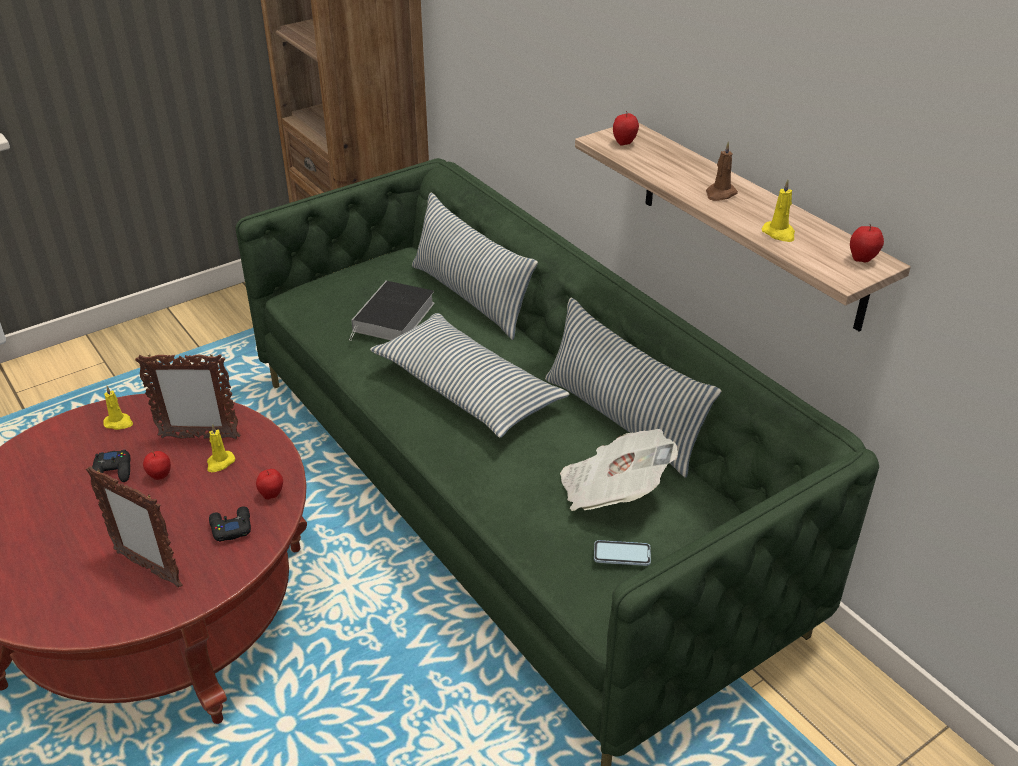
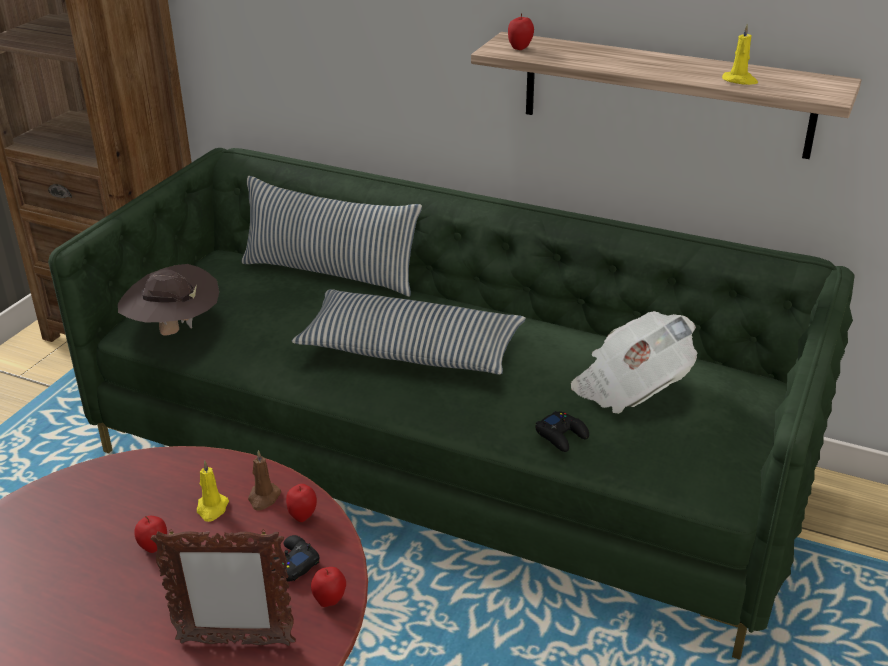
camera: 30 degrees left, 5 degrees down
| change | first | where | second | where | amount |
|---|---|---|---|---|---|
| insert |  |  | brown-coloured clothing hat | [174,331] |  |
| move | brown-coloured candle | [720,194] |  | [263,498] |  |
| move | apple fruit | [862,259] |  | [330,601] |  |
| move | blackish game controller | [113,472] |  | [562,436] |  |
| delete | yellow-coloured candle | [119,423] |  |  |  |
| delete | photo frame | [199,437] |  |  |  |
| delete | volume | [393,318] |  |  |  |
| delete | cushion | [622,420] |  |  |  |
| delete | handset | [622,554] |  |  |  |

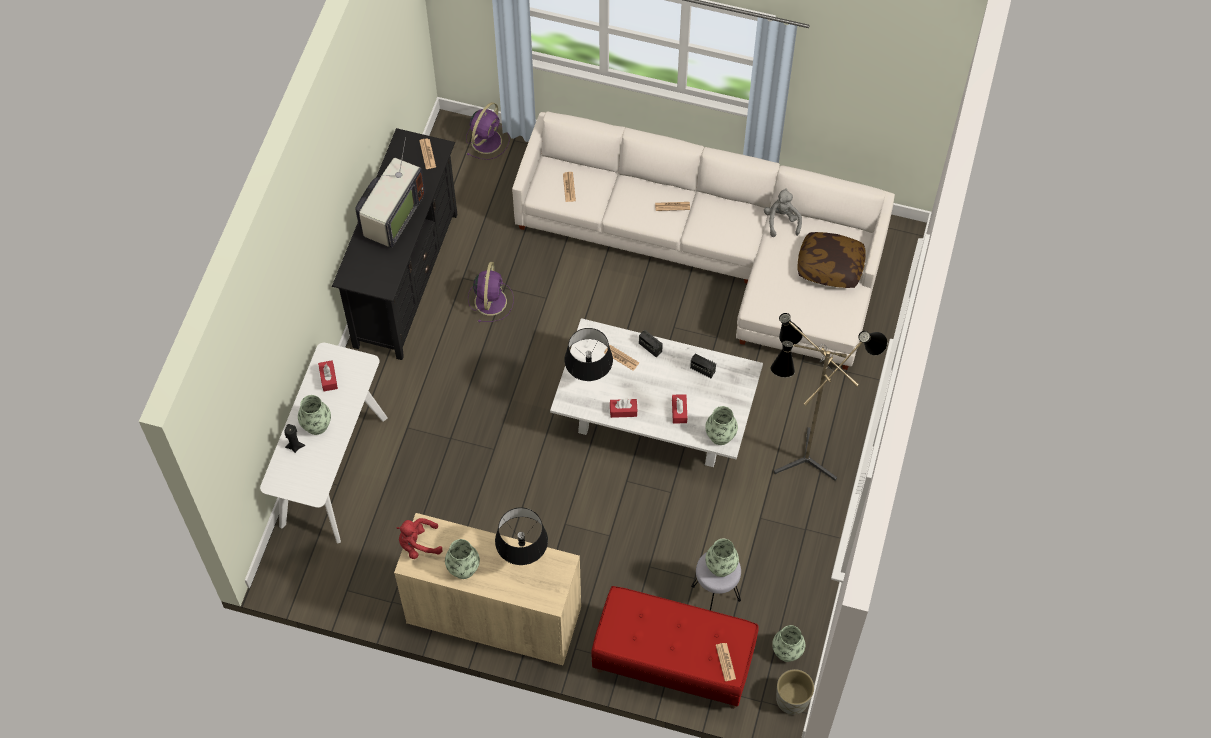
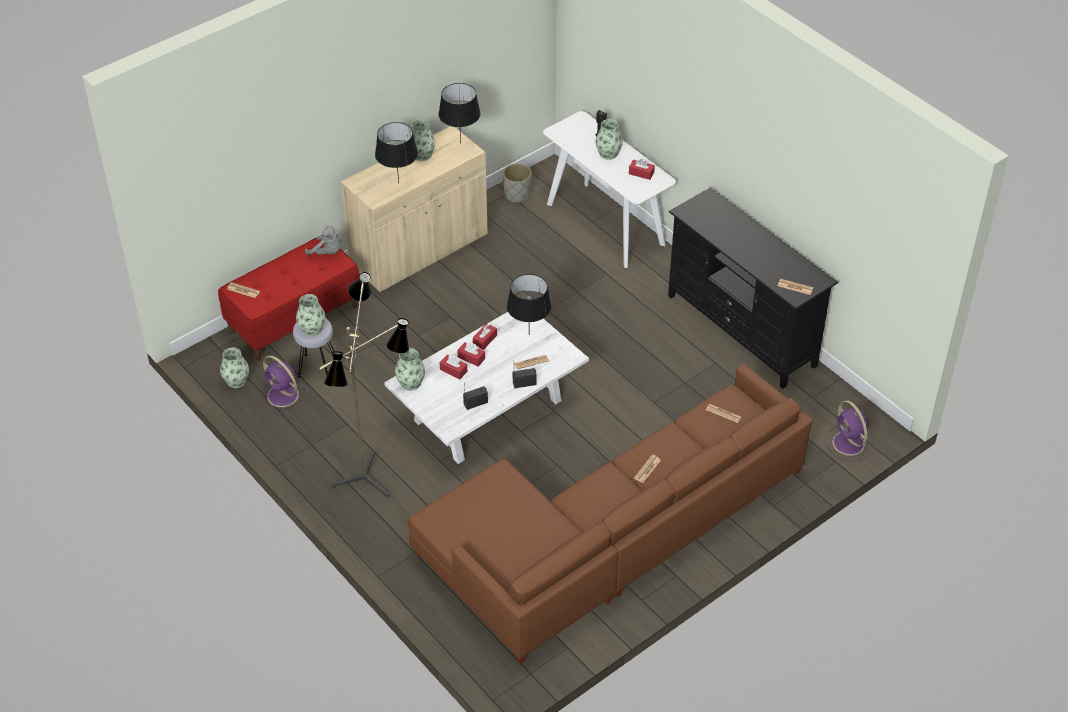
camera: 125 degrees right, 15 degrees down
| change | first | where | second | where | amount |
|---|---|---|---|---|---|
| move | purple-coloured cooling fan | [491,300] |  | [284,396] |  |
| move | grey plush toy | [781,221] |  | [327,252] |  |
| recolor | white-coloured couch | [717,250] | brown-coloured couch | [607,536] |  |
| replace | red-coloured plush toy | [418,544] | blackish lamp for a table | [460,143] |  |
| insert |  |  | red-coloured box of tissues | [471,358] |  |
| move | grey flower pot | [792,699] |  | [517,194] |  |
| delete | television | [391,217] |  |  |  |
| delete | cushion | [830,266] |  |  |  |

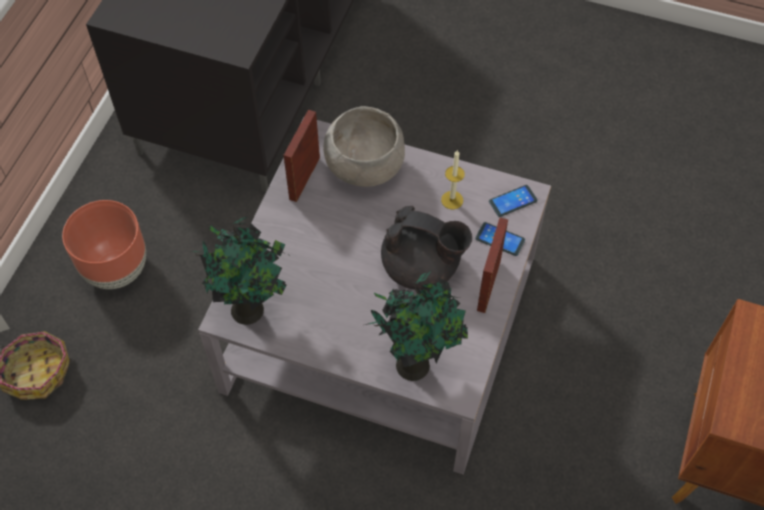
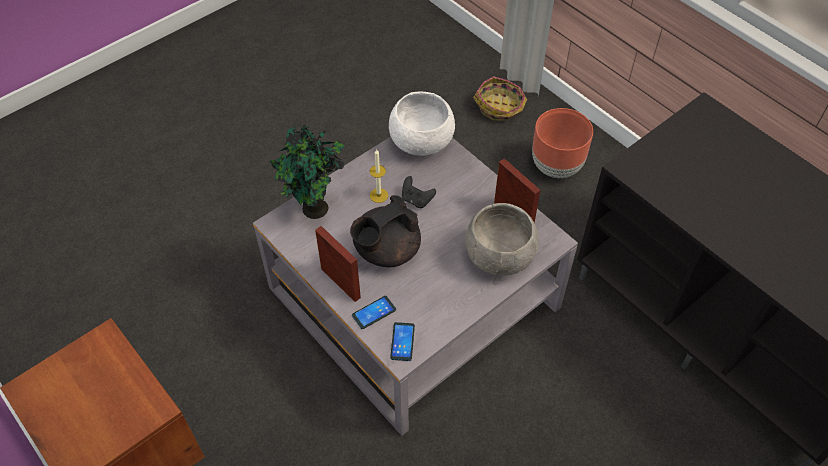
camera: 120 degrees right, 5 degrees down
| change | first | where | second | where | amount |
|---|---|---|---|---|---|
| move | candle | [452,200] |  | [379,195] |  |
| replace | potted plant | [250,309] | white-coloured deep dish | [421,144] |  |
| insert |  |  | blackish game controller | [416,200] |  |

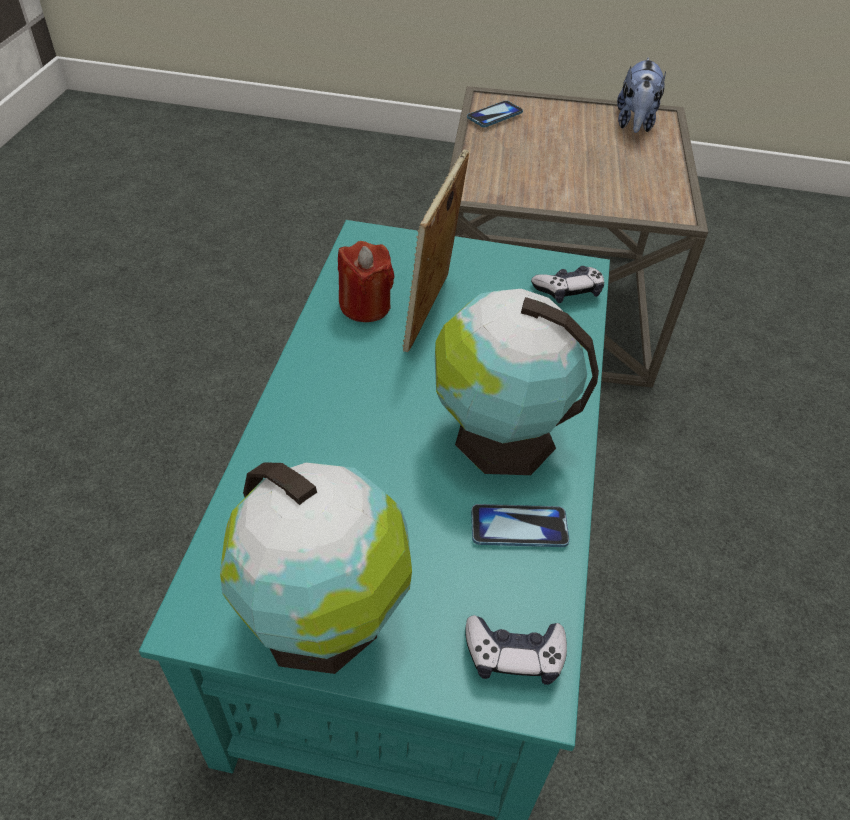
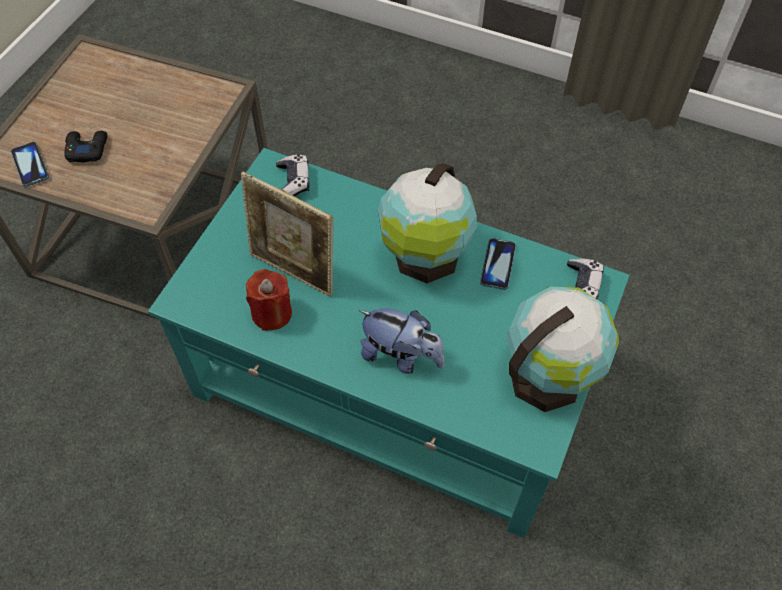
camera: 75 degrees left, 10 degrees up
| change | first | where | second | where | amount |
|---|---|---|---|---|---|
| insert |  |  | blackish game controller | [87,149] |  |
| move | plush toy | [634,124] |  | [401,356] |  |

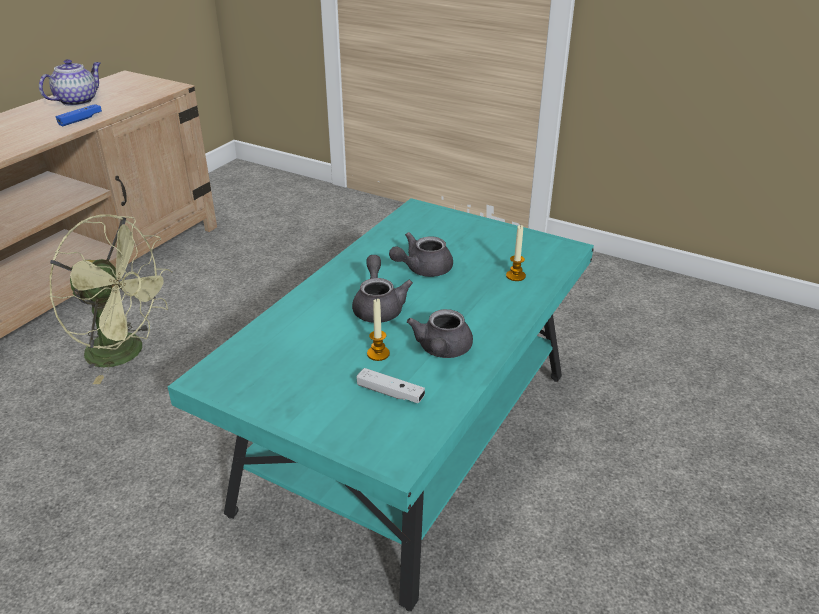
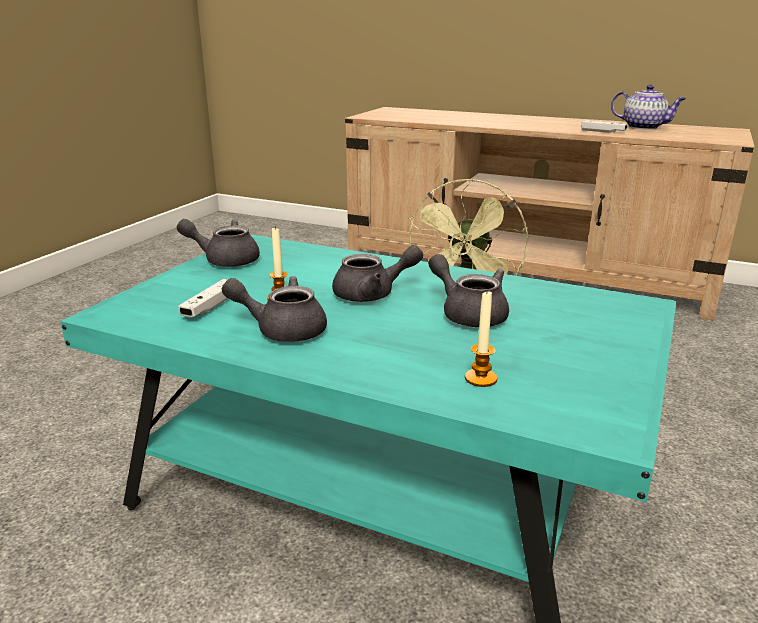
camera: 85 degrees right, 10 degrees down
| change | first | where | second | where | amount |
|---|---|---|---|---|---|
| insert |  |  | grey tea pot | [225,260] |  |
| recolor | bluish game controller | [80,120] | white-coloured game controller | [603,131] |  |

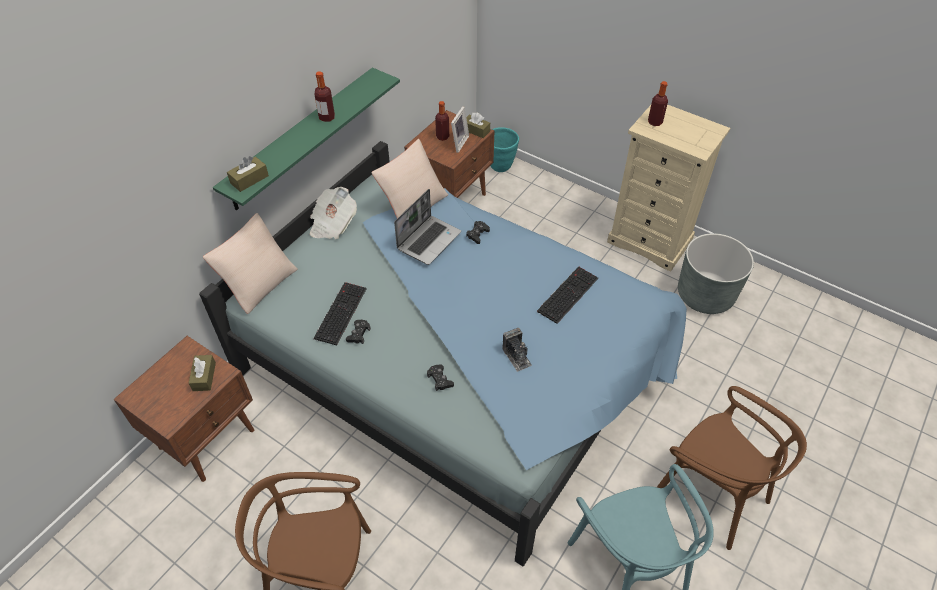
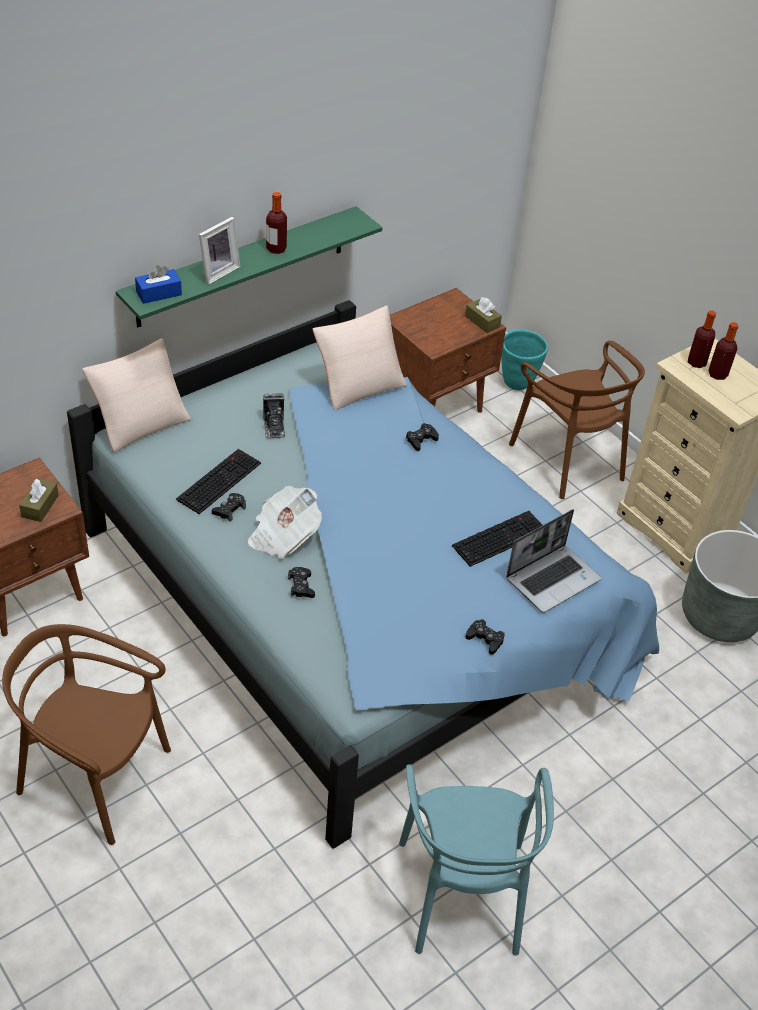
camera: 15 degrees right, 5 degrees down
| change | first | where | second | where | amount |
|---|---|---|---|---|---|
| recolor | brown-coloured box of tissues | [249,179] | bluish box of tissues | [159,293] |  |
| move | photo frame | [457,143] |  | [217,271] |  |
| move | daily paper | [332,224] |  | [283,535] |  |
| move | photo camera | [517,357] |  | [274,426] |  |
| insert |  |  | blackish game controller | [485,639] |  |
| move | notebook computer | [429,240] |  | [553,578] |  |
| move | brown-coloured chair | [711,494] |  | [568,459] |  |
| move | beverage bottle | [442,137] |  | [717,374] |  |

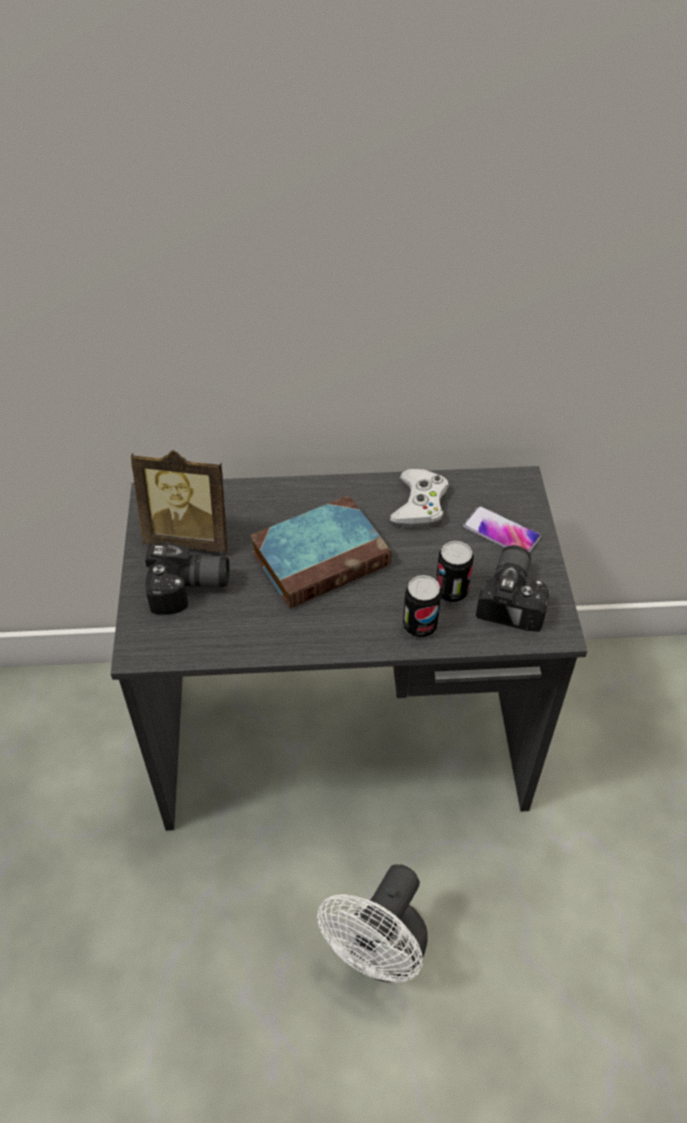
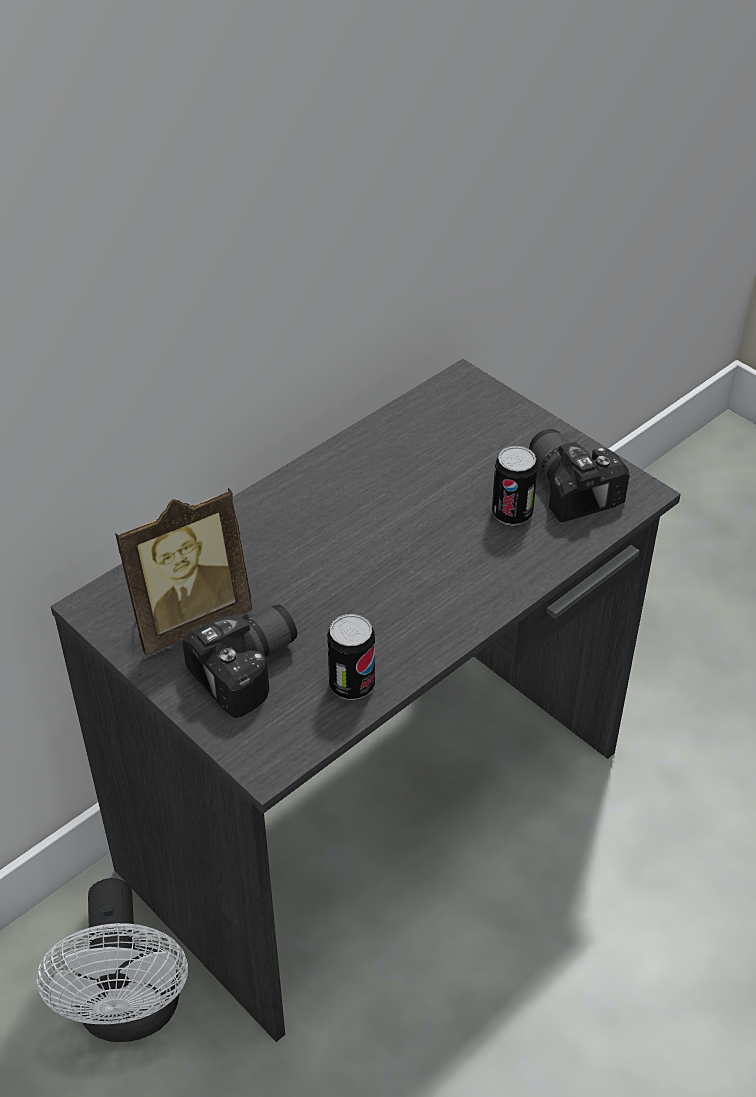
camera: 40 degrees left, 5 degrees down
| change | first | where | second | where | amount |
|---|---|---|---|---|---|
| move | white-coloured cooling fan | [379,954] |  | [130,1013] |  |
| move | can | [420,626] |  | [352,685] |  |
| delete | volume | [322,556] |  |  |  |
| delete | white-coloured game controller | [420,504] |  |  |  |
| delete | handset | [501,532] |  |  |  |

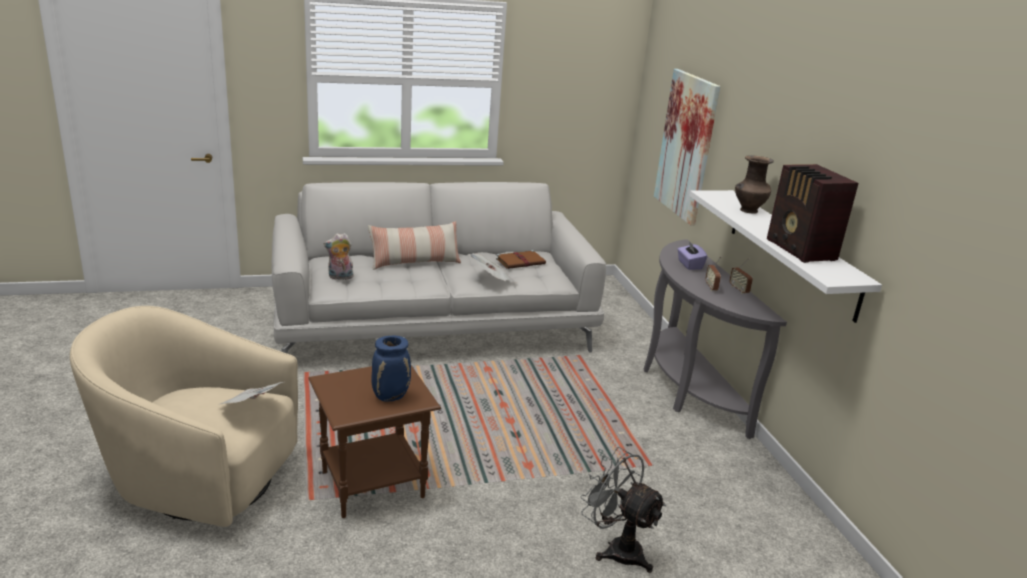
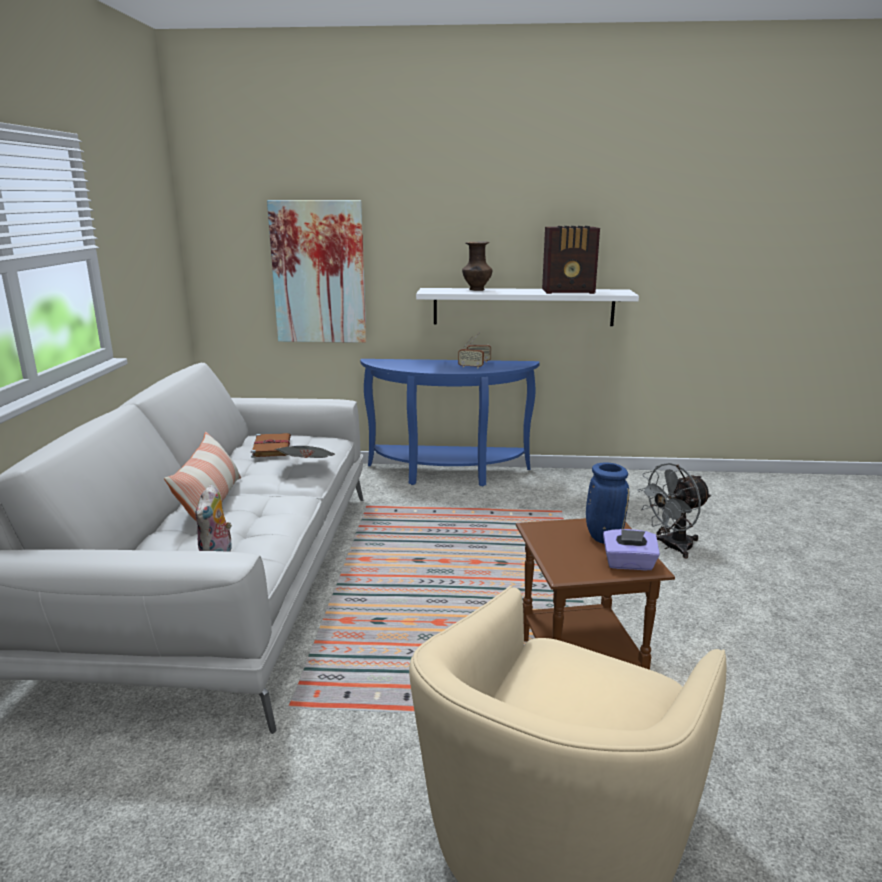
camera: 70 degrees left, 5 degrees down
| change | first | where | second | where | amount |
|---|---|---|---|---|---|
| recolor | grey narrow table | [685,387] | bluish narrow table | [447,475] |  |
| move | purple-coloured box of tissues | [689,265] |  | [629,564] |  |
| delete | daily paper | [253,408] |  |  |  |

